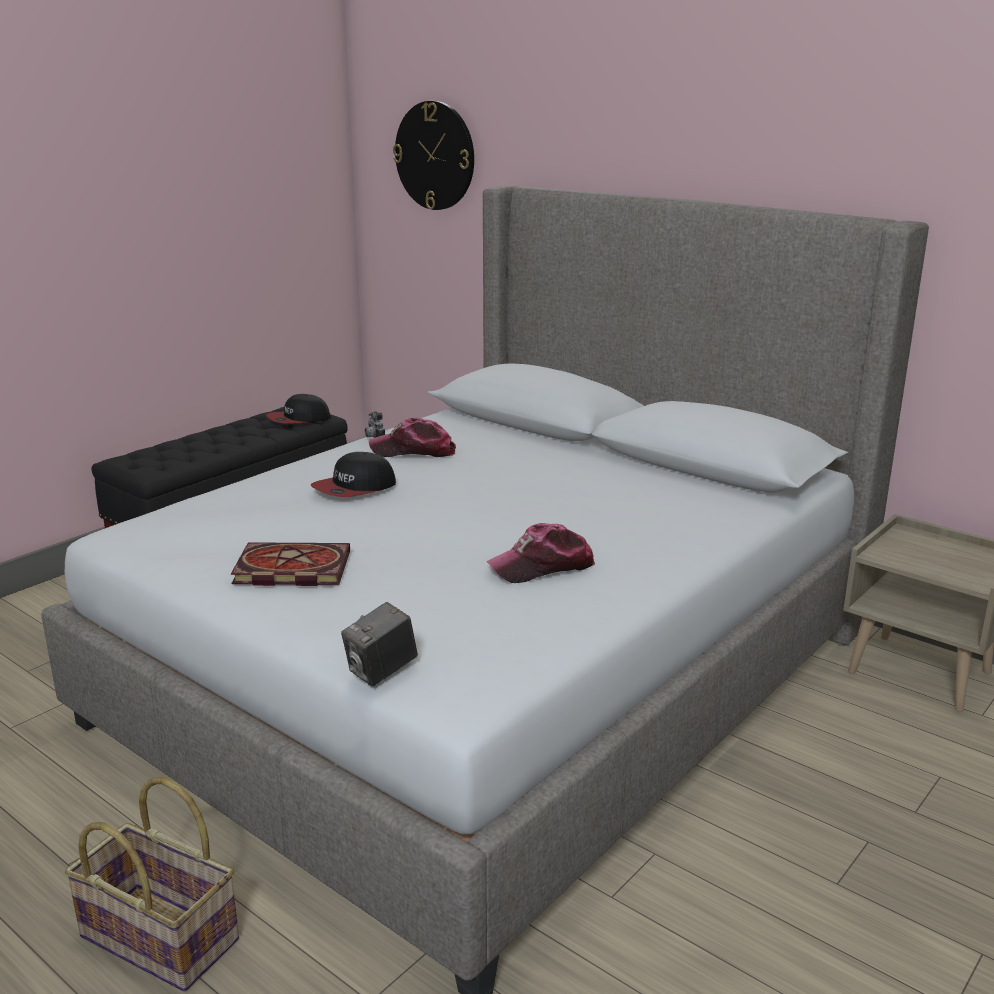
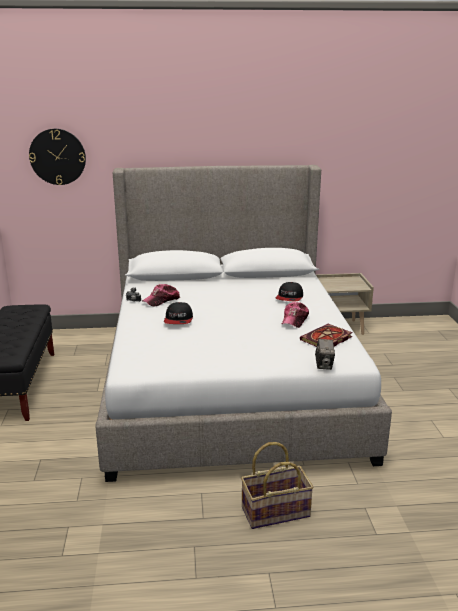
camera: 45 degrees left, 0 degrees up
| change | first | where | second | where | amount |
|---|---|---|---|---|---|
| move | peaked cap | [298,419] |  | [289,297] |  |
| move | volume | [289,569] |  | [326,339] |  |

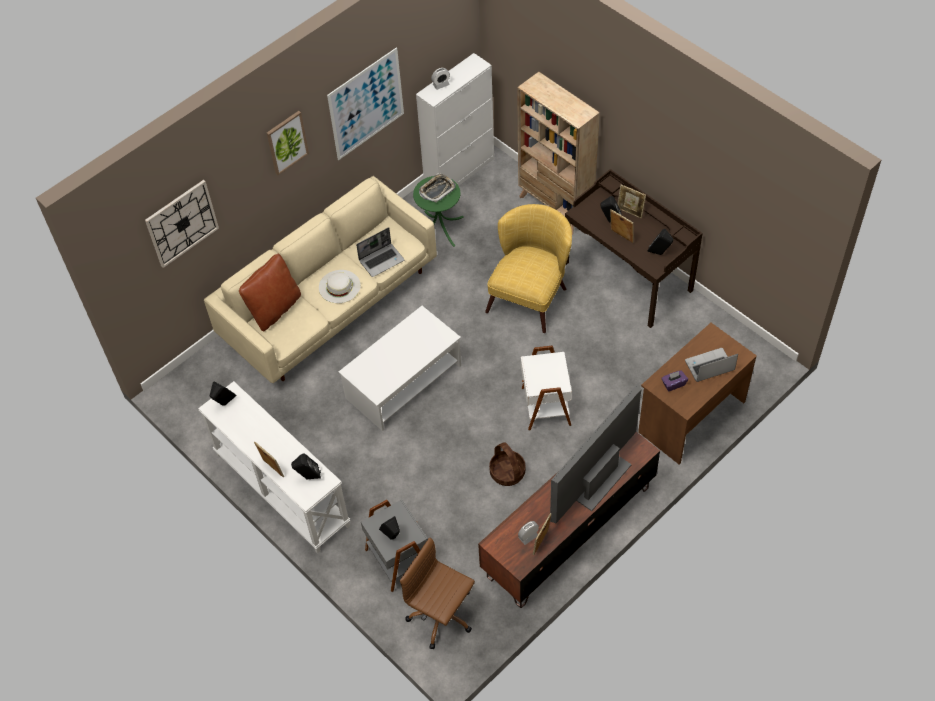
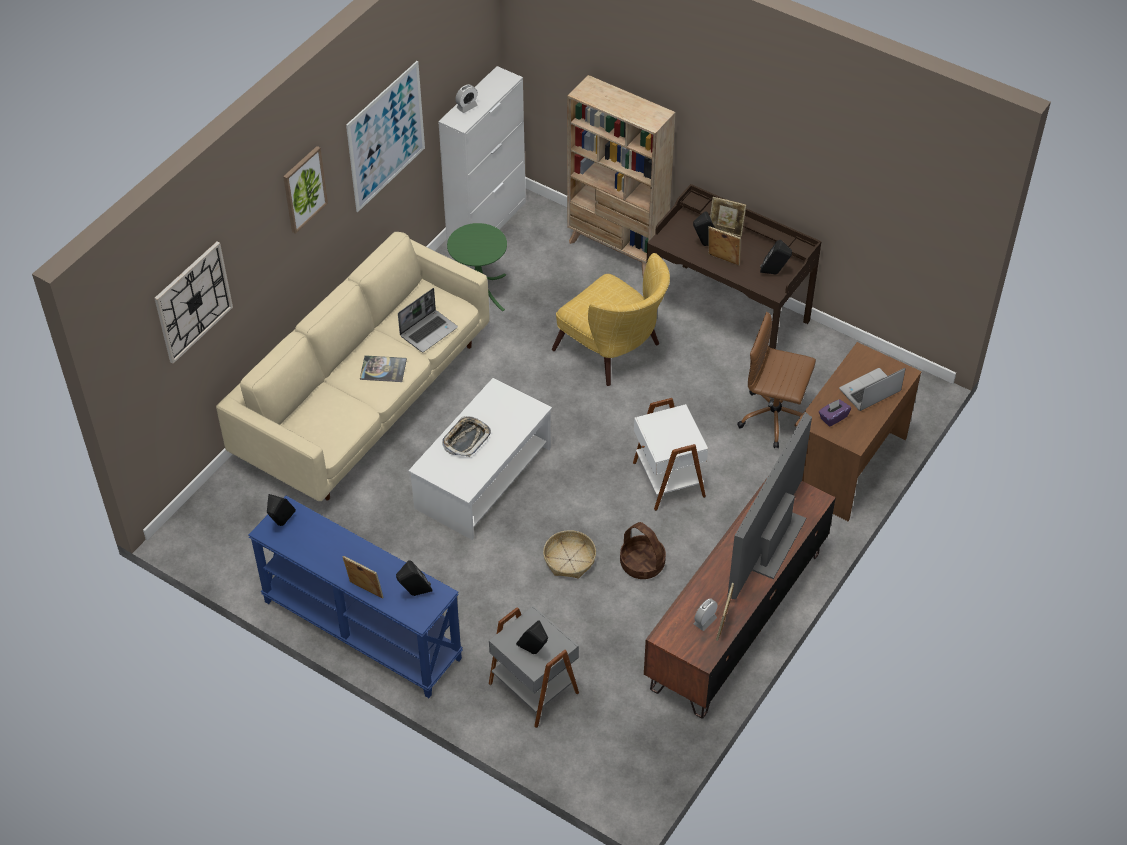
camera: 15 degrees left, 5 degrees down
| change | first | where | second | where | amount |
|---|---|---|---|---|---|
| recolor | white-coloured narrow table | [281,490] | bluish narrow table | [360,630] |  |
| replace | white-coloured clothing hat | [339,286] | volume | [383,369] |  |
| move | carrying tray | [437,190] |  | [466,439] |  |
| insert |  |  | storage basket | [569,560] |  |
| rotate | yellow-coloured easy chair | [531,294] |  | [614,353] | 120 degrees clockwise |
| move | brown-coloured office chair | [442,616] |  | [775,417] |  |
| delete | brown-coloured cushion | [274,309] |  |  |  |

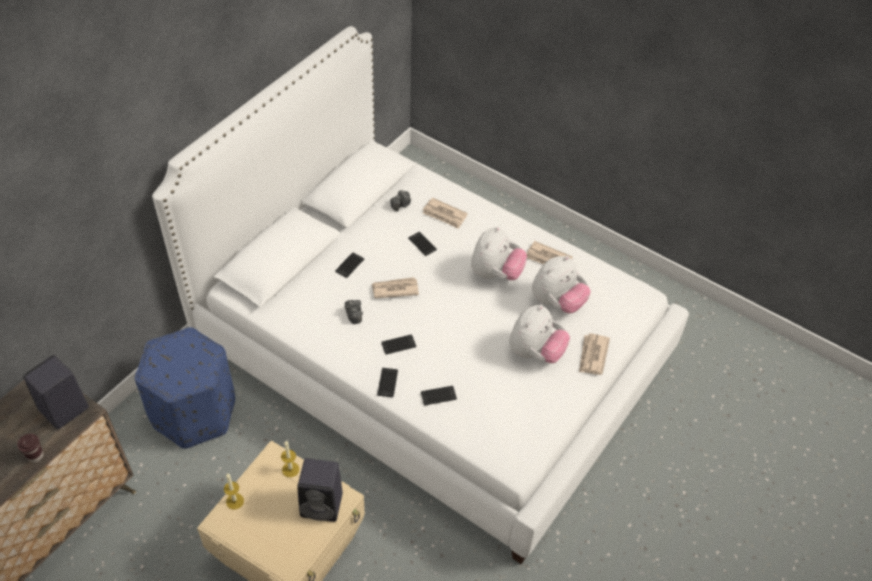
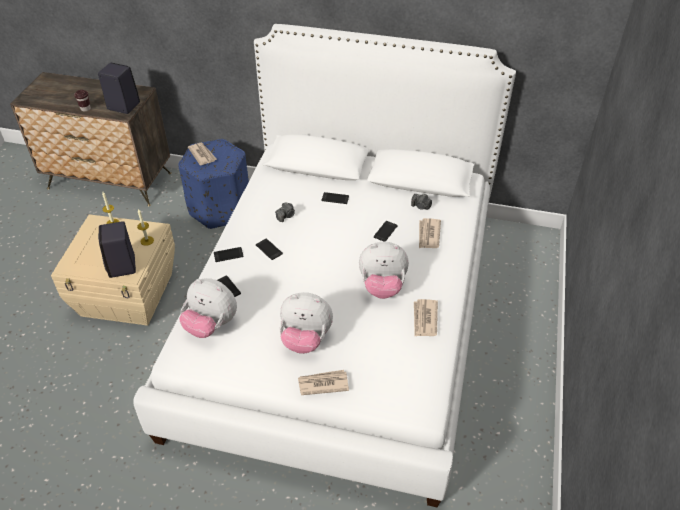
camera: 70 degrees right, 5 degrees down
| change | first | where | second | where | amount |
|---|---|---|---|---|---|
| move | plush toy | [557,302] |  | [211,325] |  |
| move | daily paper | [394,289] |  | [202,155] |  |

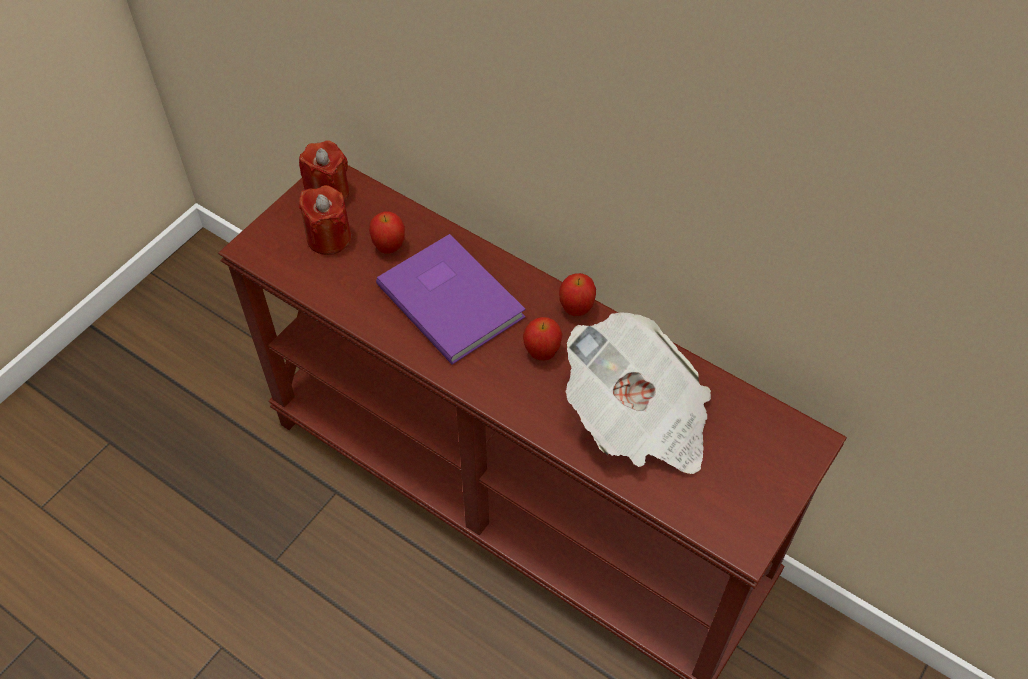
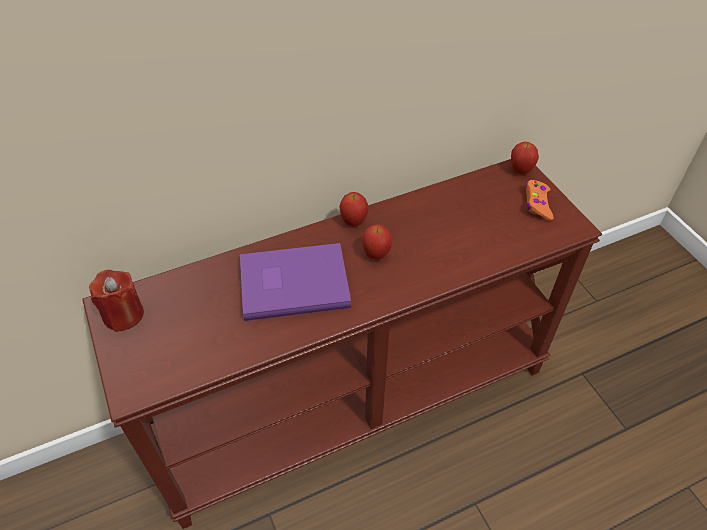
camera: 60 degrees left, 5 degrees down
| change | first | where | second | where | amount |
|---|---|---|---|---|---|
| move | apple fruit | [389,247] |  | [520,170] |  |
| insert |  |  | orange game controller | [537,204] |  |
| delete | red-coloured candle | [329,238] |  |  |  |
| delete | daily paper | [638,418] |  |  |  |

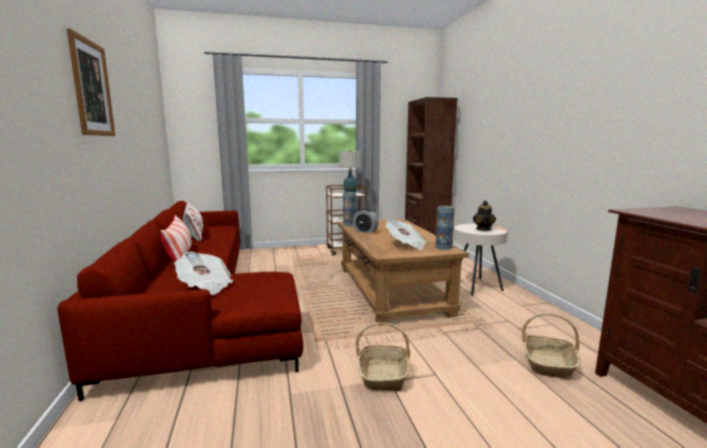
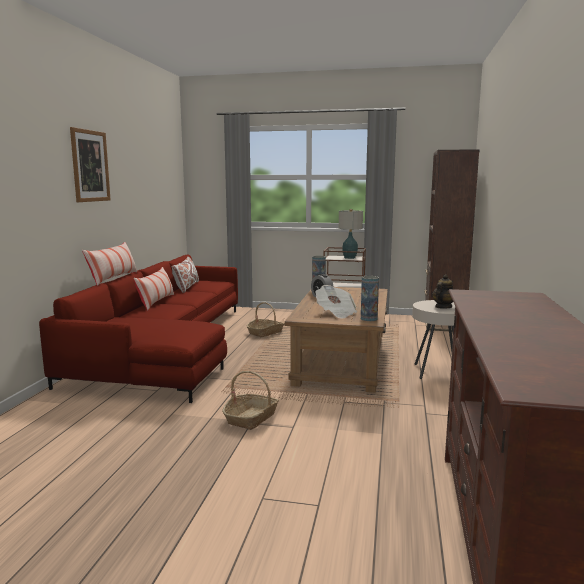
camera: 25 degrees right, 0 degrees up
| change | first | where | second | where | amount |
|---|---|---|---|---|---|
| insert |  |  | cushion | [113,278] |  |
| move | storage basket | [548,363] |  | [265,332] |  |
| delete | daily paper | [205,286] |  |  |  |

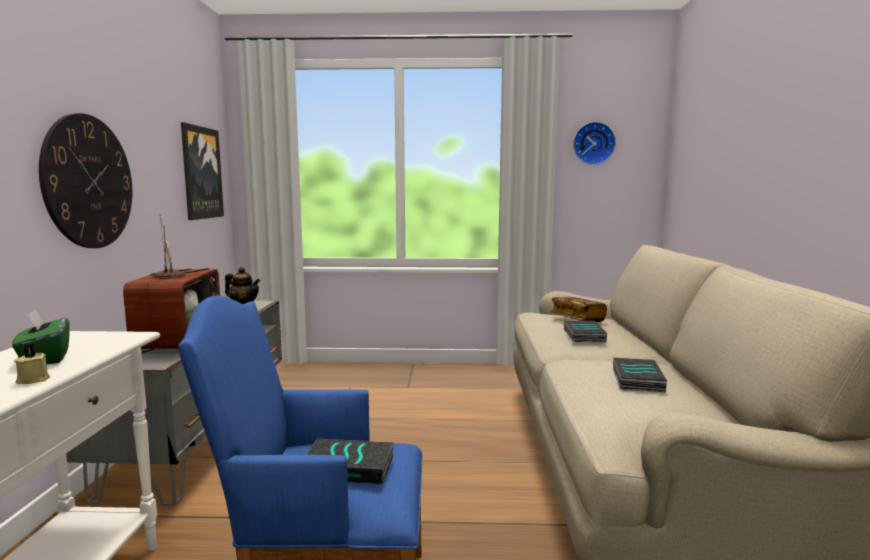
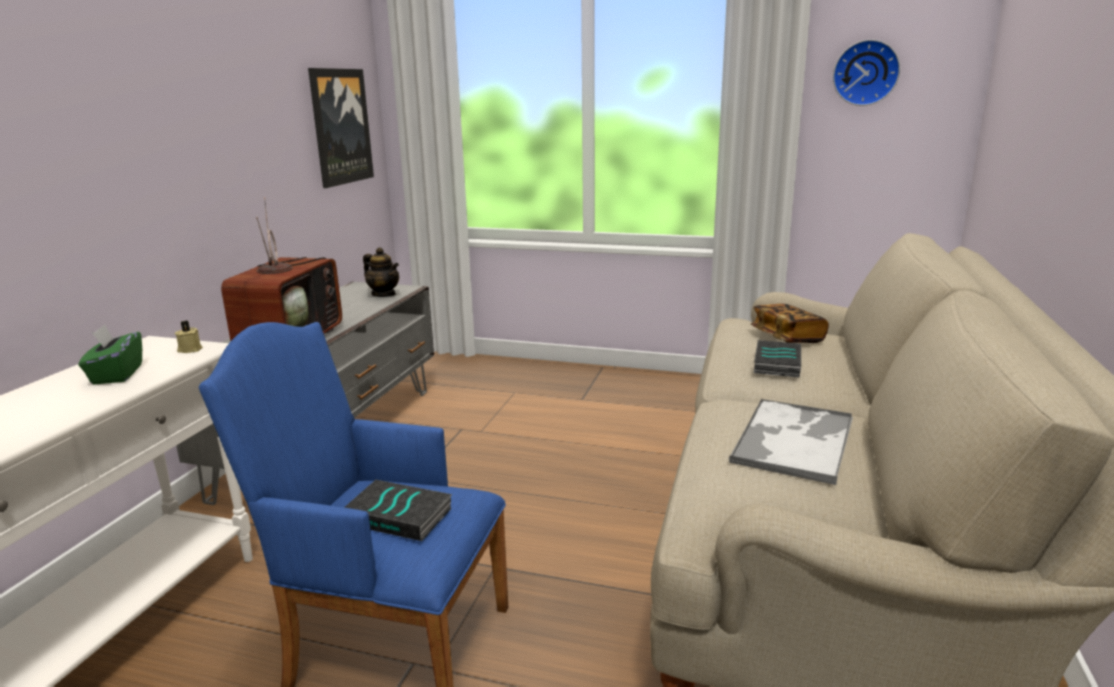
camera: 15 degrees right, 10 degrees up
| change | first | where | second | where | amount |
|---|---|---|---|---|---|
| move | beige candle | [33,380] |  | [190,349] |  |
| replace | volume | [636,379] | carrying tray | [793,440] |  |
| delete | clock on the wall | [89,182] |  |  |  |

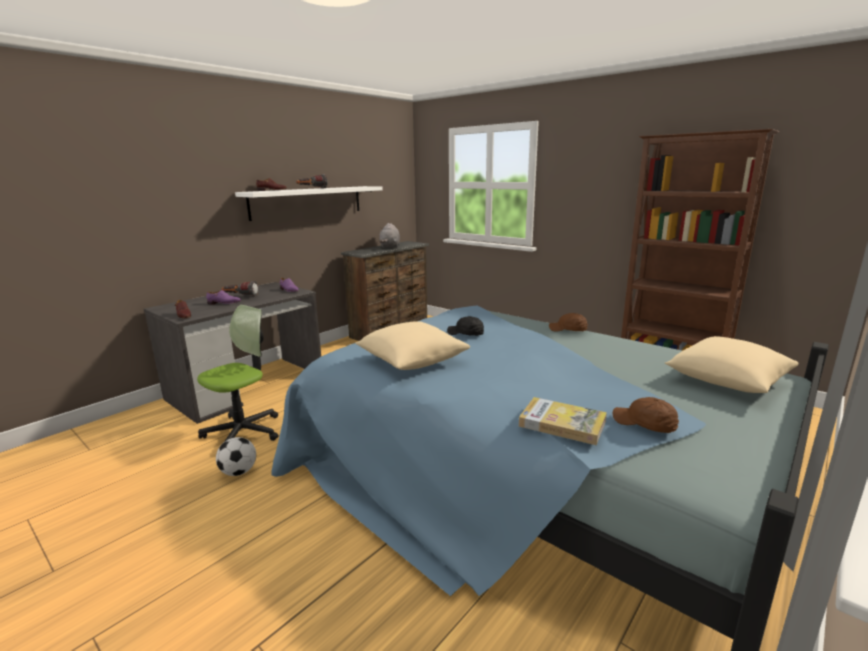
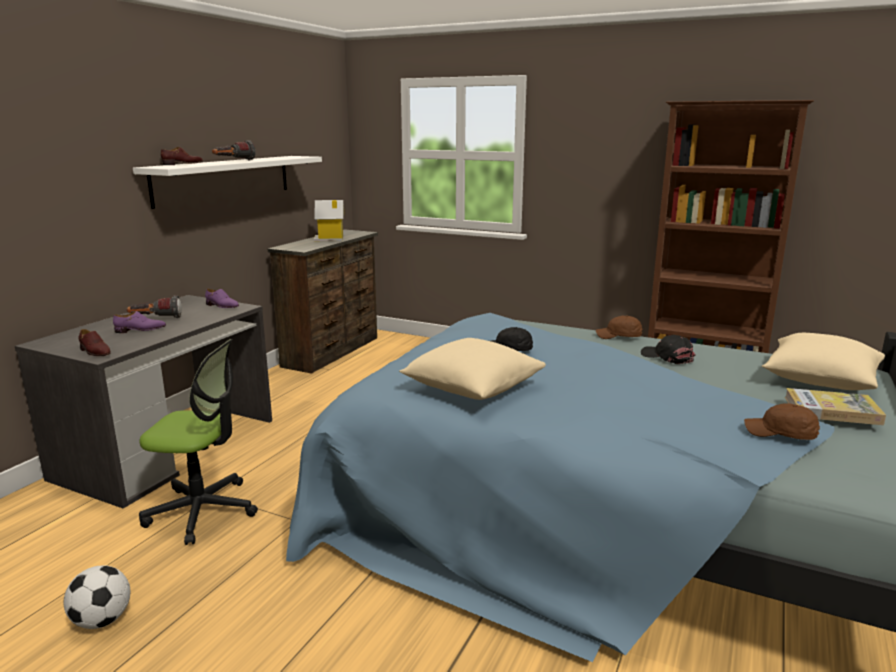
camera: 15 degrees left, 0 degrees up
| change | first | where | second | where | amount |
|---|---|---|---|---|---|
| move | football | [239,472] |  | [102,620] |  |
| rotate | office chair | [243,432] |  | [202,511] | 75 degrees clockwise |
| replace | grey plush toy | [390,247] | miniature house | [330,239] |  |
| insert |  |  | blackish peaked cap | [667,357] |  |
| move | volume | [562,423] |  | [832,410] |  |

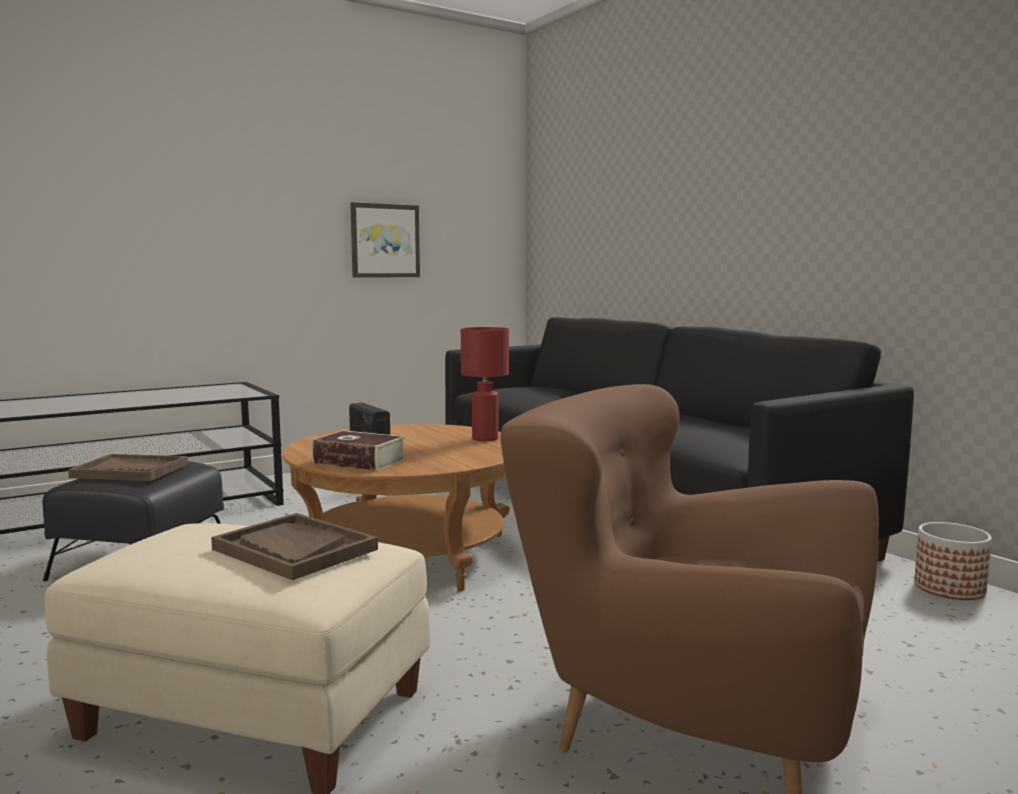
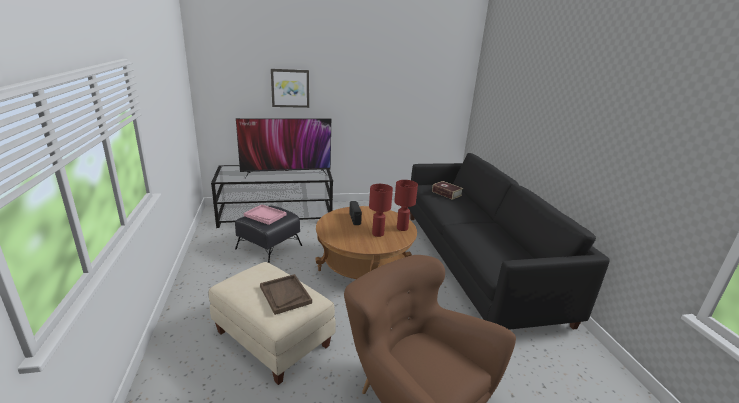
camera: 20 degrees right, 15 degrees up
| change | first | where | second | where | amount |
|---|---|---|---|---|---|
| insert |  |  | television | [286,173] |  |
| recolor | brown-coloured carrying tray | [130,470] | pink-coloured carrying tray | [265,215] |  |
| move | wall picture | [385,241] |  | [290,88] |  |
| insert |  |  | red-coloured lamp for a table | [377,234] |  |
| move | volume | [359,461] |  | [446,193] |  |
| delete | flower pot | [950,588] |  |  |  |

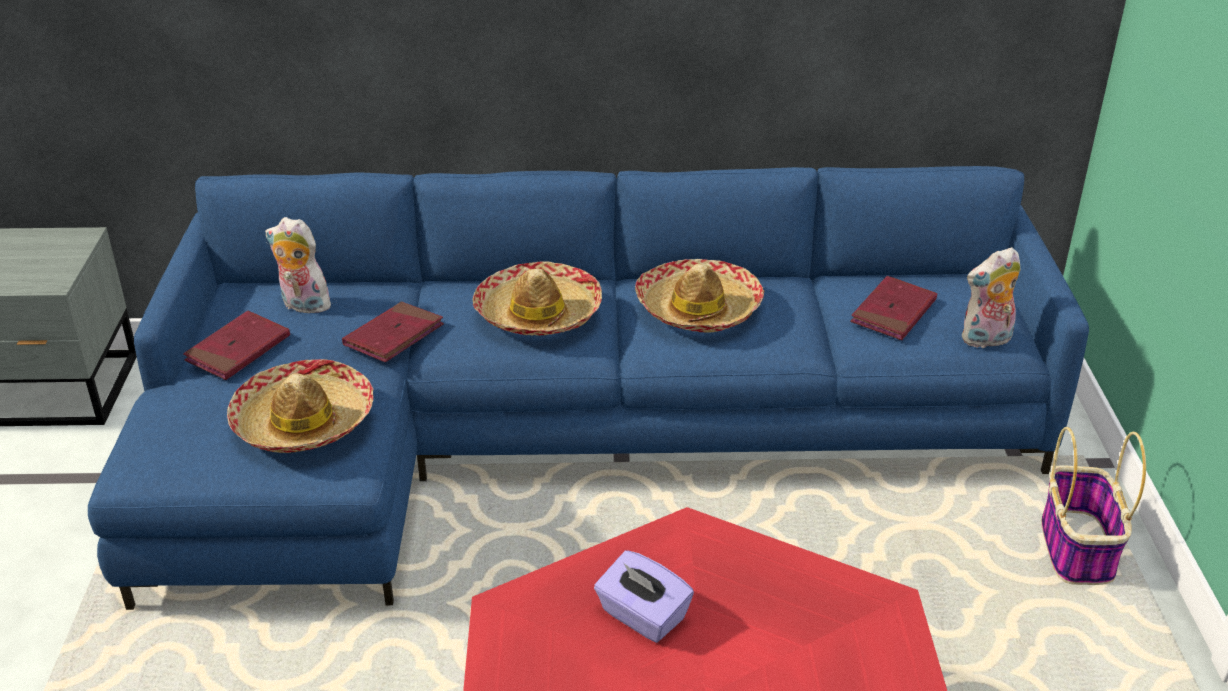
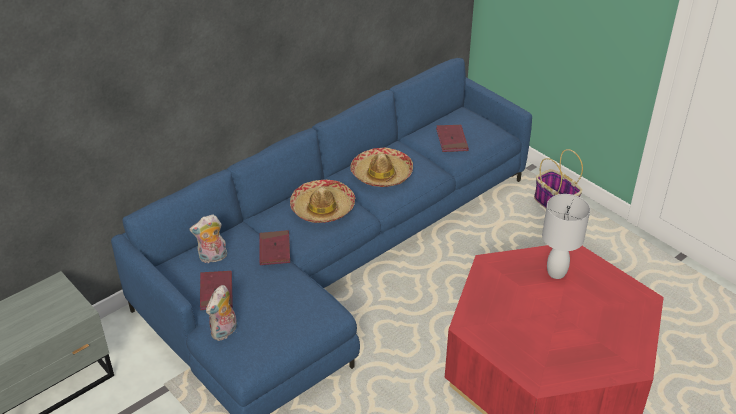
camera: 40 degrees left, 5 degrees up
| change | first | where | second | where | amount |
|---|---|---|---|---|---|
| move | plush toy | [986,340] |  | [225,332] |  |
| insert |  |  | white-coloured lamp for a table | [555,272] |  |
| delete | clothing hat | [303,421] |  |  |  |
| delete | purple-coloured box of tissues | [642,616] |  |  |  |

